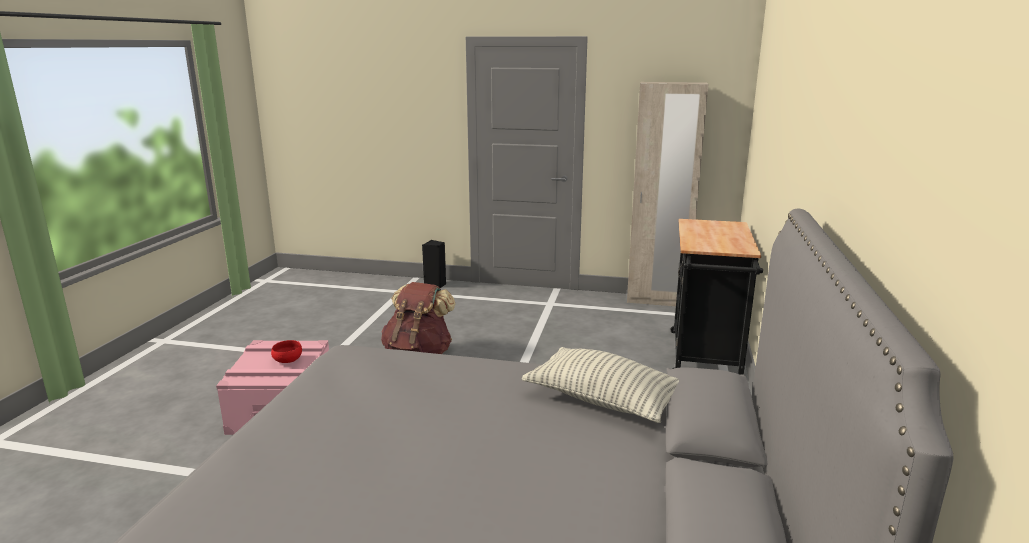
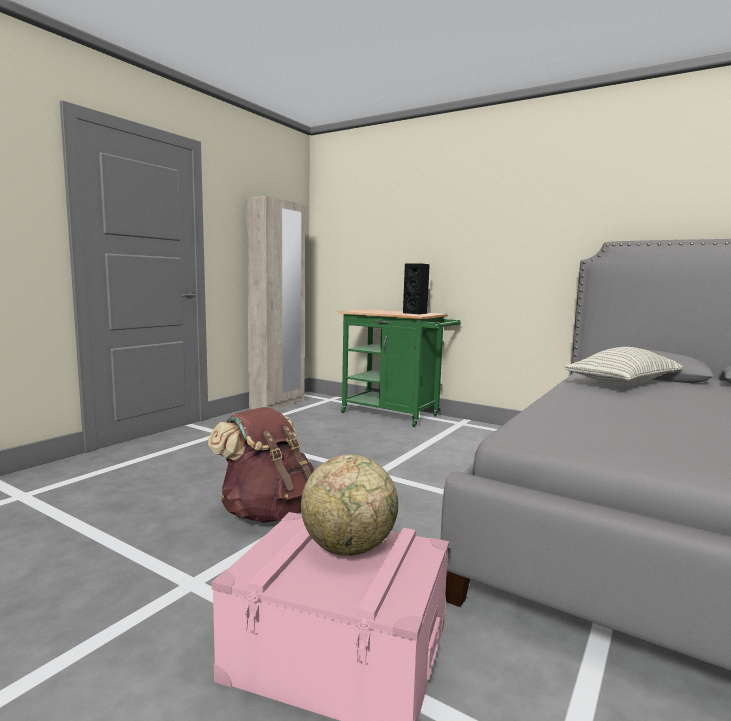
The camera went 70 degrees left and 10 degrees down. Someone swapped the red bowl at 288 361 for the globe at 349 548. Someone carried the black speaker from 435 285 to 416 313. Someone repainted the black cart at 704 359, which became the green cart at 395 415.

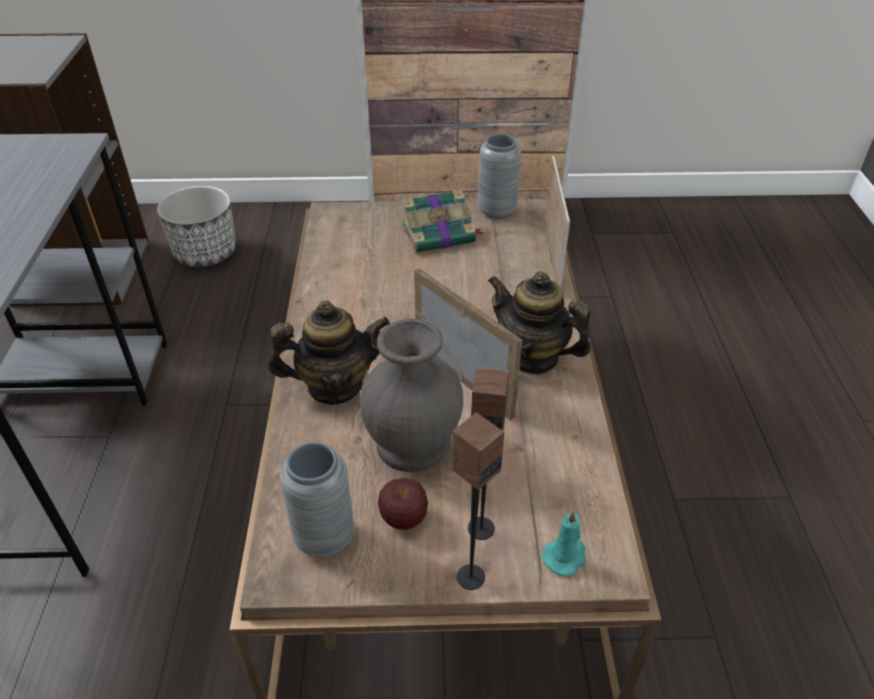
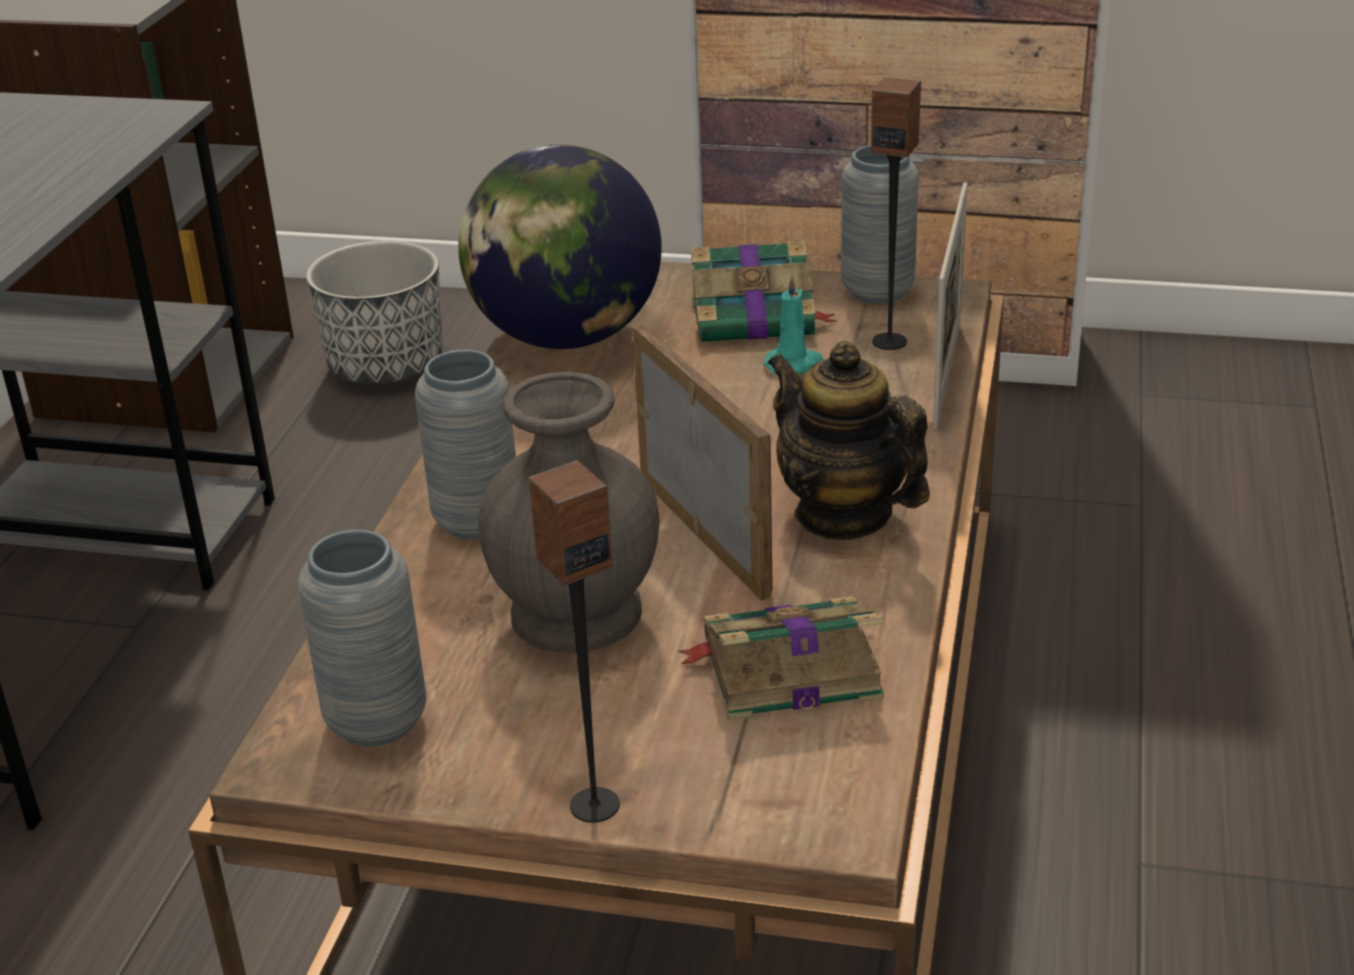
The camera went 15 degrees right and 10 degrees down. Someone swapped the teapot at 334 386 for the grey vase at 477 521. Someone took away the apple at 403 519. Someone carried the speaker from 481 528 to 889 341. Someone carried the turquoise candle from 565 556 to 794 365. Someone put down the globe at 565 337. Someone put down the book at 786 669.

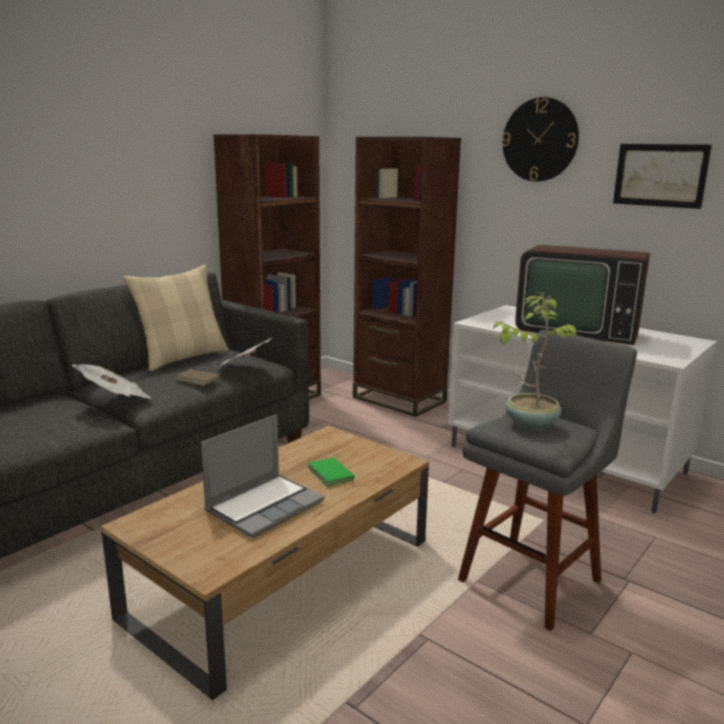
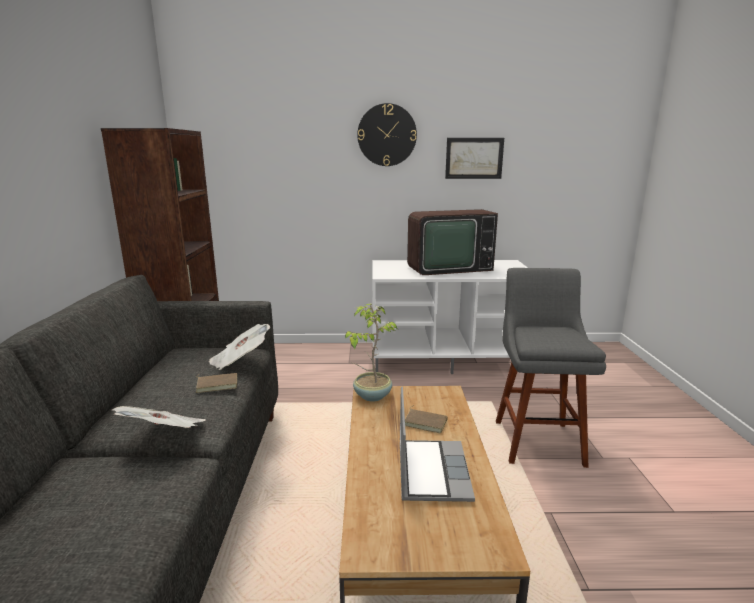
The camera went 40 degrees left and 0 degrees up. Someone took away the beige pillow at 183 358. Someone repainted the green book at 332 474, which became the brown book at 426 422. Someone took away the brown bookcase at 399 399. Someone carried the potted plant from 530 424 to 371 395.

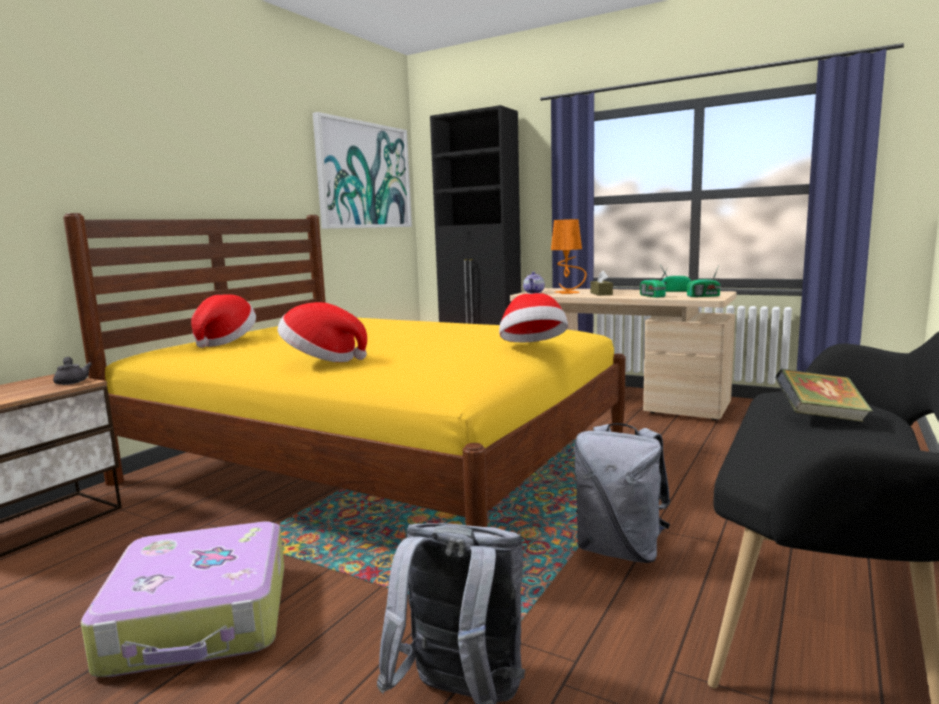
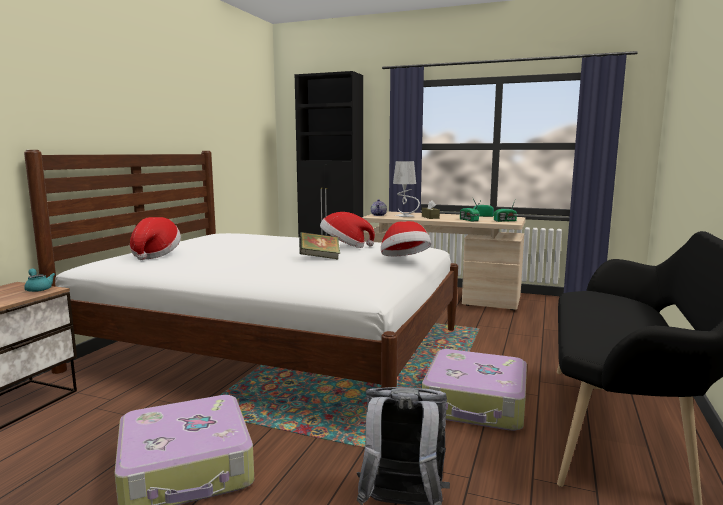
The camera went 10 degrees left and 0 degrees up. Someone repainted the grey teapot at 72 381, which became the turquoise teapot at 38 289. Someone repainted the yellow bed at 376 464, which became the white bed at 274 349. Someone carried the hat from 322 360 to 345 246. Someone took away the picture at 364 176. Someone repainted the orange table lamp at 568 293, which became the grey table lamp at 405 216. Someone swapped the grey backpack at 620 550 for the suitcase at 476 403. Someone carried the book from 820 418 to 319 258.

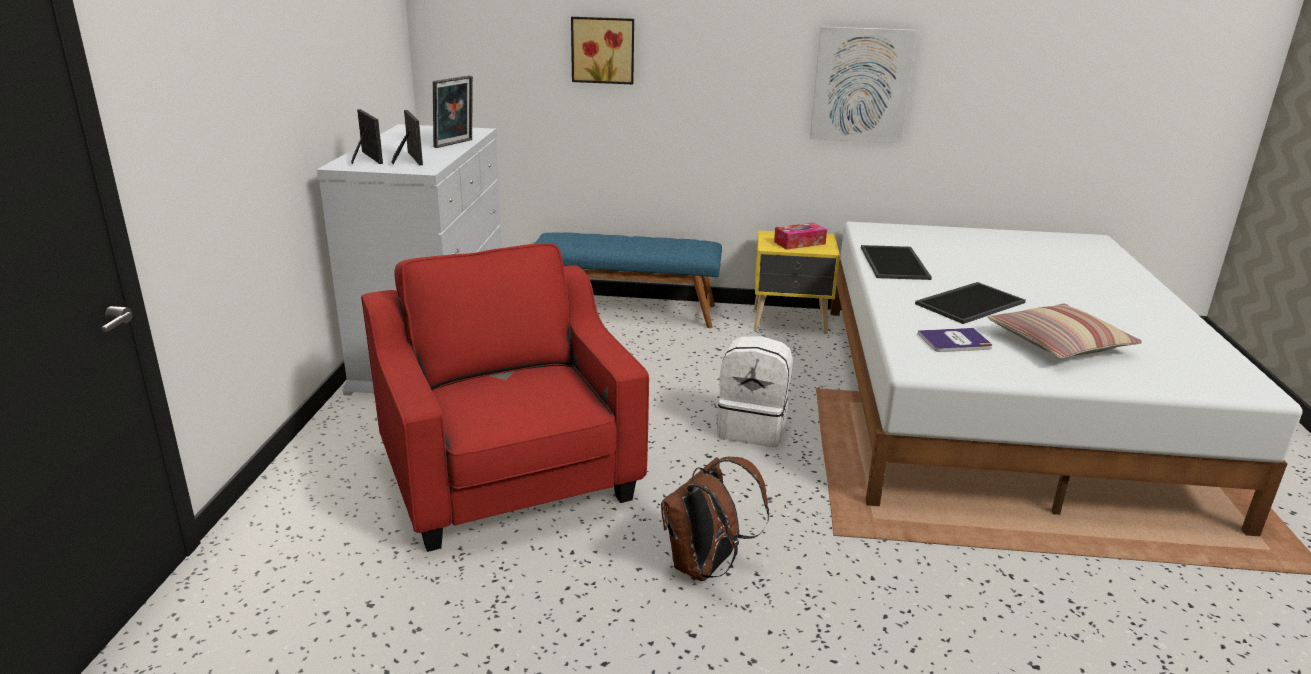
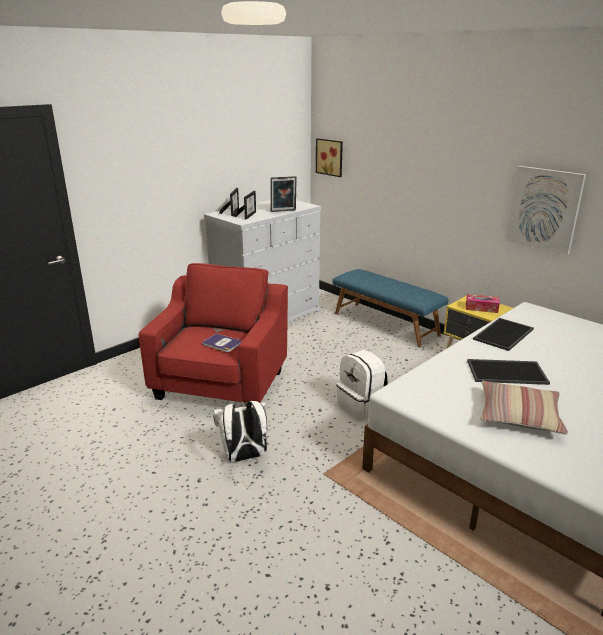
The camera went 40 degrees right and 0 degrees up. Someone carried the picture from 603 50 to 330 157. Someone repainted the brown backpack at 705 567, which became the white backpack at 244 457. Someone carried the book from 954 341 to 222 343.

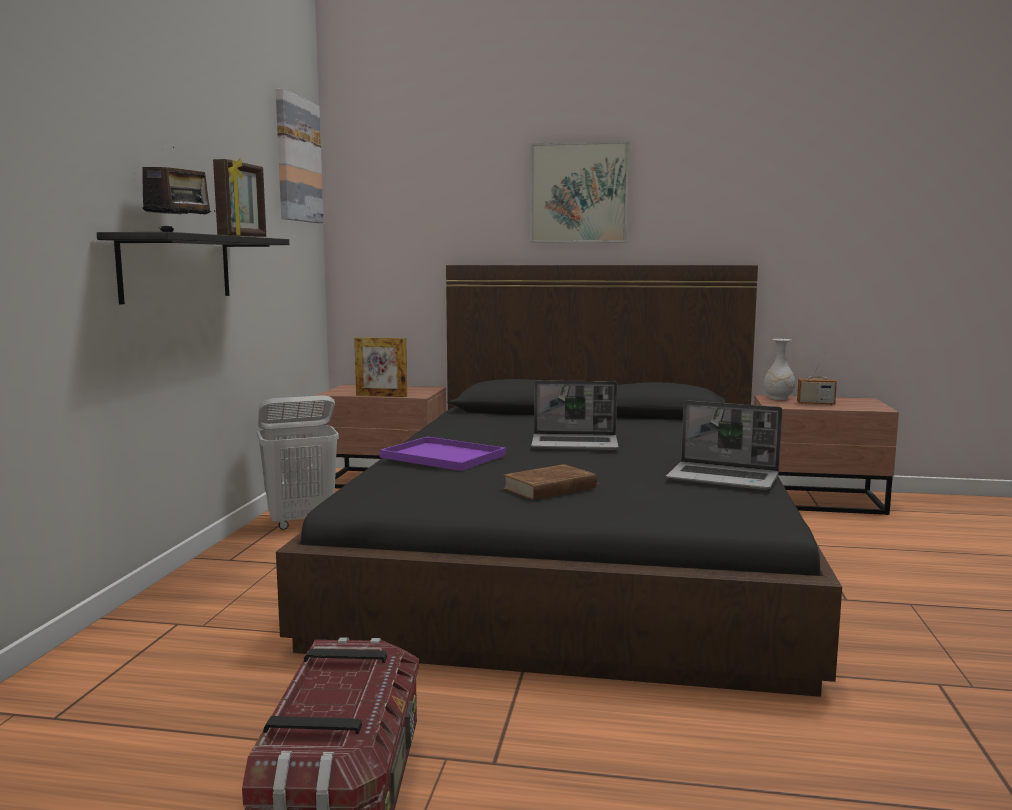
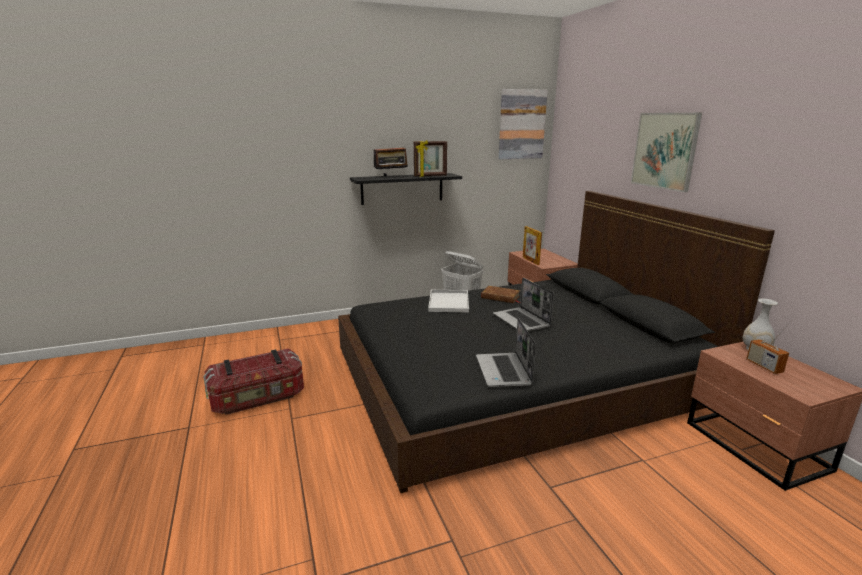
The camera went 60 degrees right and 10 degrees up. Someone repainted the purple tray at 440 456, which became the white tray at 448 301. Someone carried the brown book from 550 488 to 500 297.

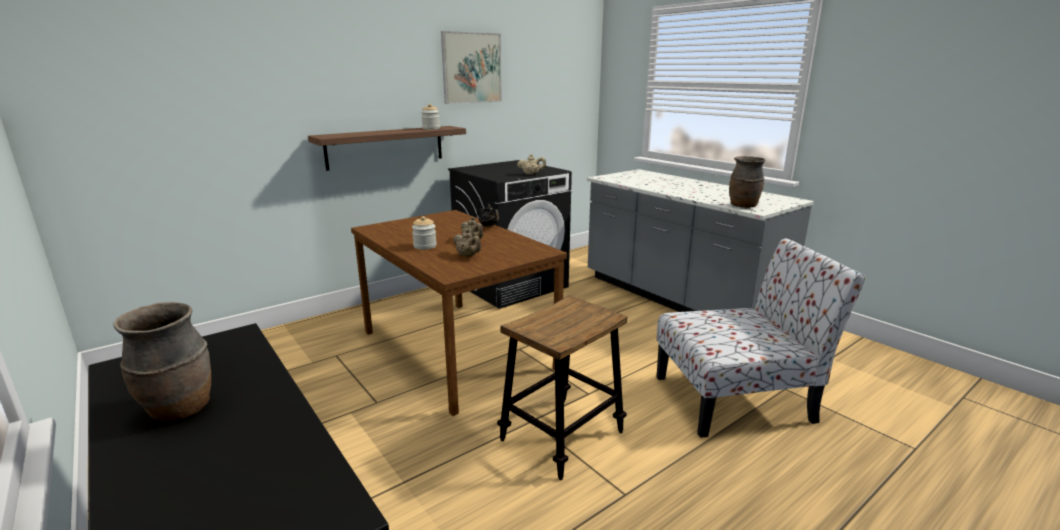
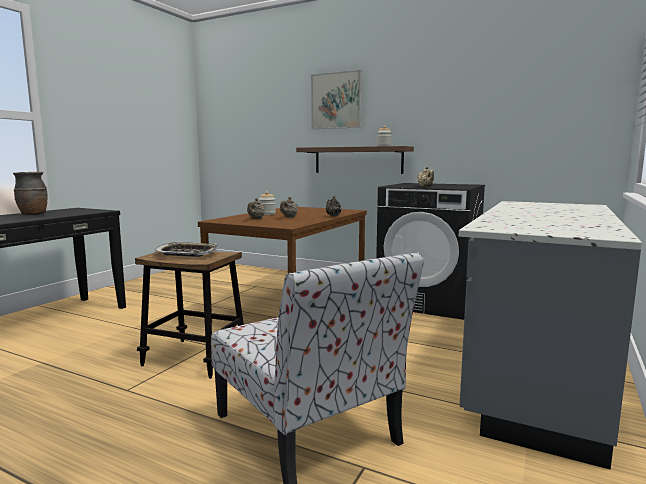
The camera went 65 degrees right and 10 degrees down. Someone carried the picture from 471 68 to 336 100. Someone took away the brown vase at 743 206. Someone put down the tray at 187 253.

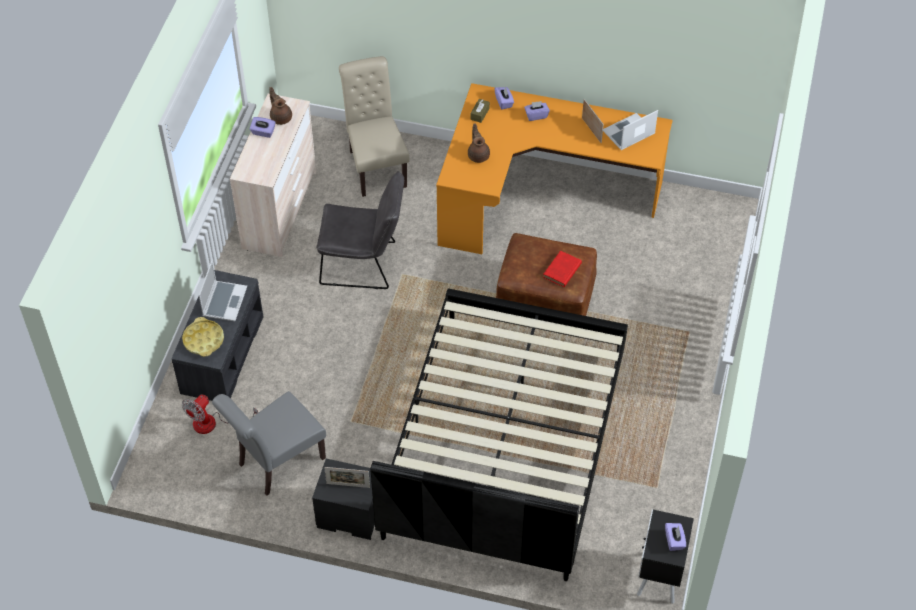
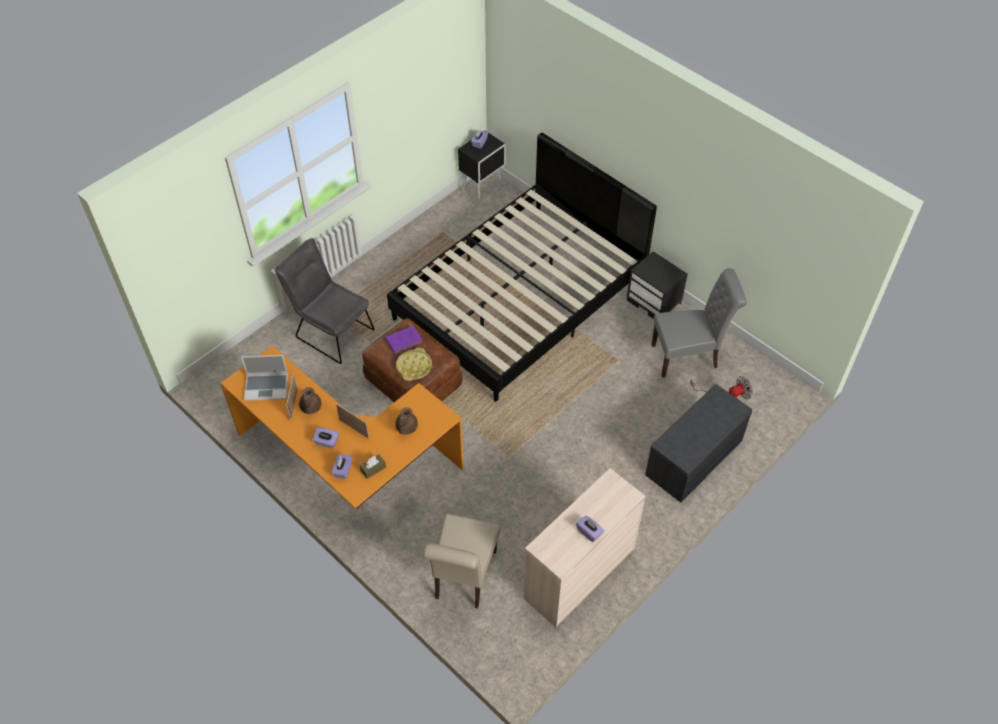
The camera went 150 degrees left and 0 degrees up. Someone carried the yellow tray from 203 340 to 414 367. Someone took away the laptop at 224 301. Someone carried the brown teapot from 281 117 to 310 408. Someone carried the grey chair from 364 264 to 331 331. Someone carried the picture frame from 348 485 to 354 429. Someone repainted the red book at 561 271, which became the purple book at 405 341.

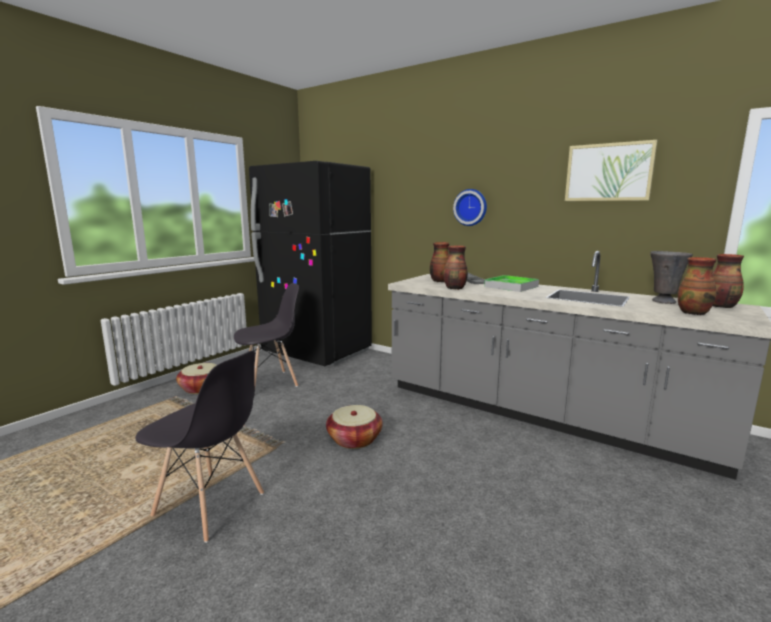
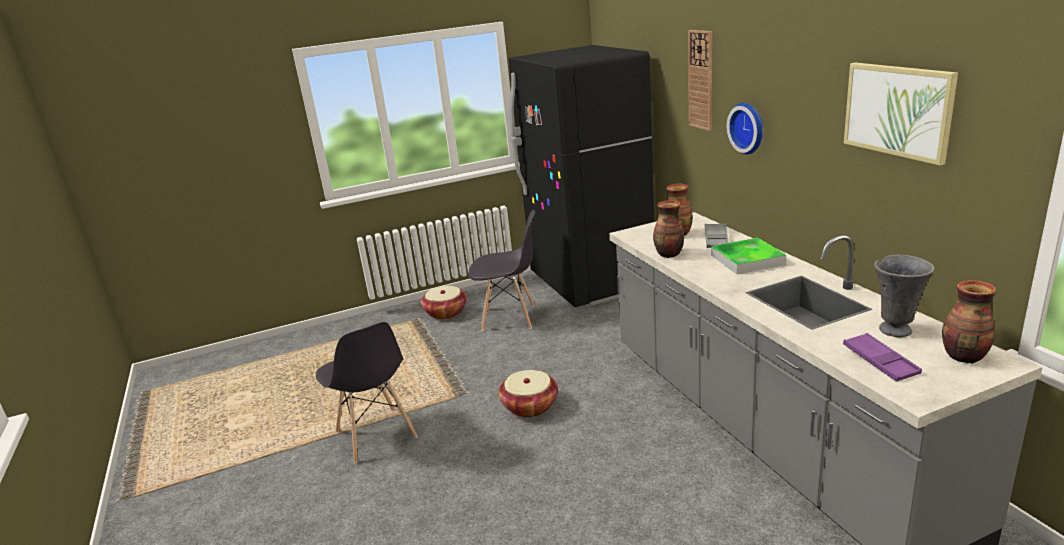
The camera went 35 degrees right and 10 degrees up. Someone swapped the vase at 693 313 for the purple tray at 880 362. Someone put up the wall clock at 701 80.

